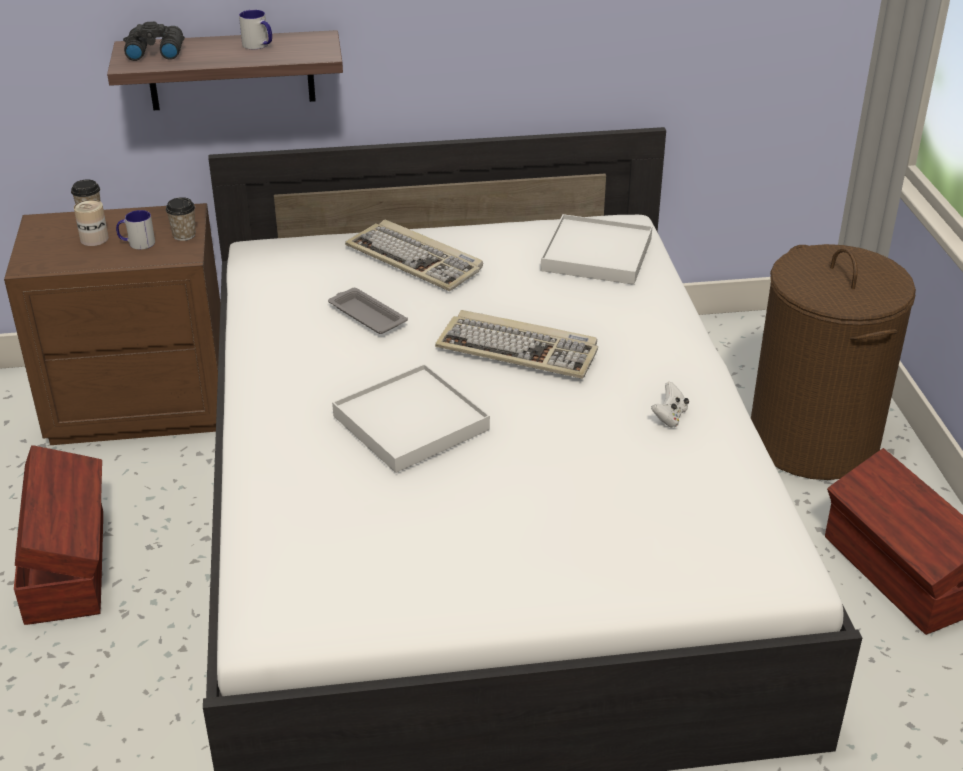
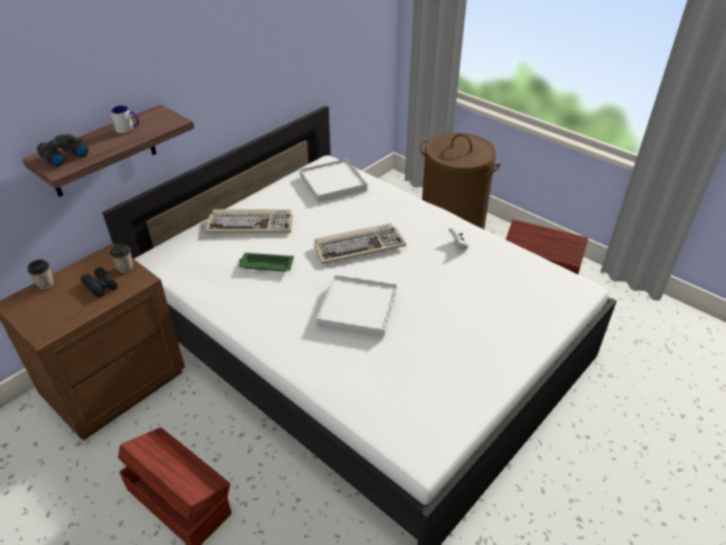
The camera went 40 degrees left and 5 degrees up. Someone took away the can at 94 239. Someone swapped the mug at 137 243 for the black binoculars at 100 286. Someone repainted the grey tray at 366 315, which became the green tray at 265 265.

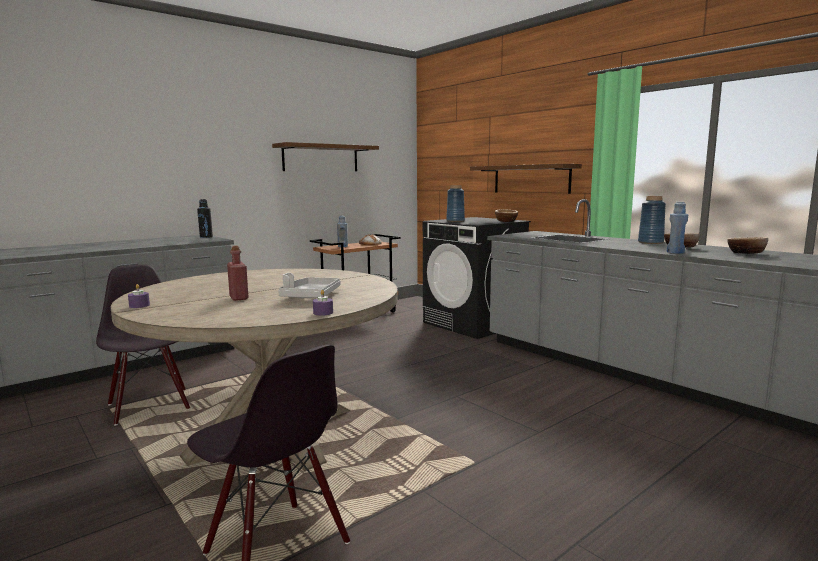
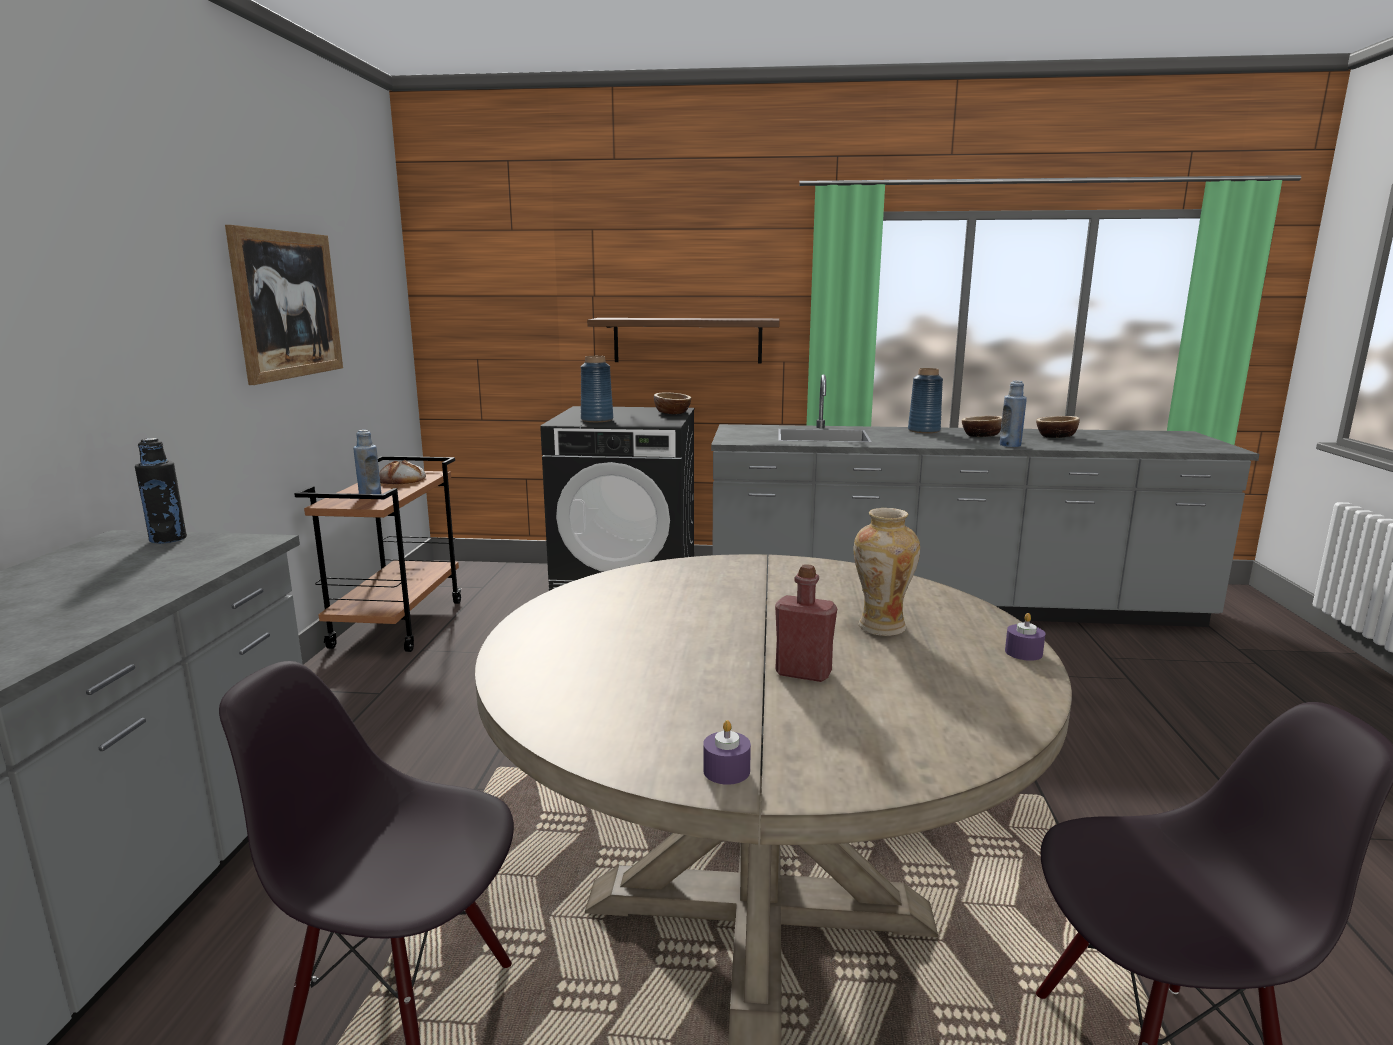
The camera went 45 degrees left and 5 degrees up. Someone swapped the shelf at 321 158 for the picture at 288 305. Someone swapped the grey tray at 311 296 for the vase at 881 627.

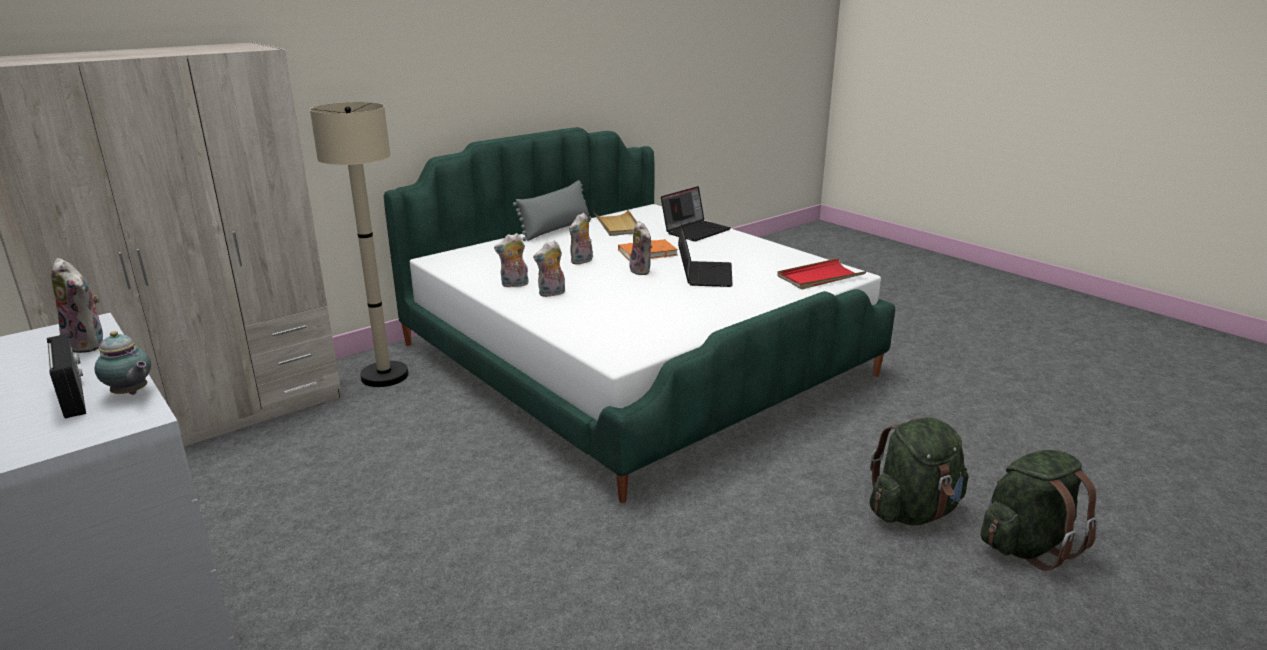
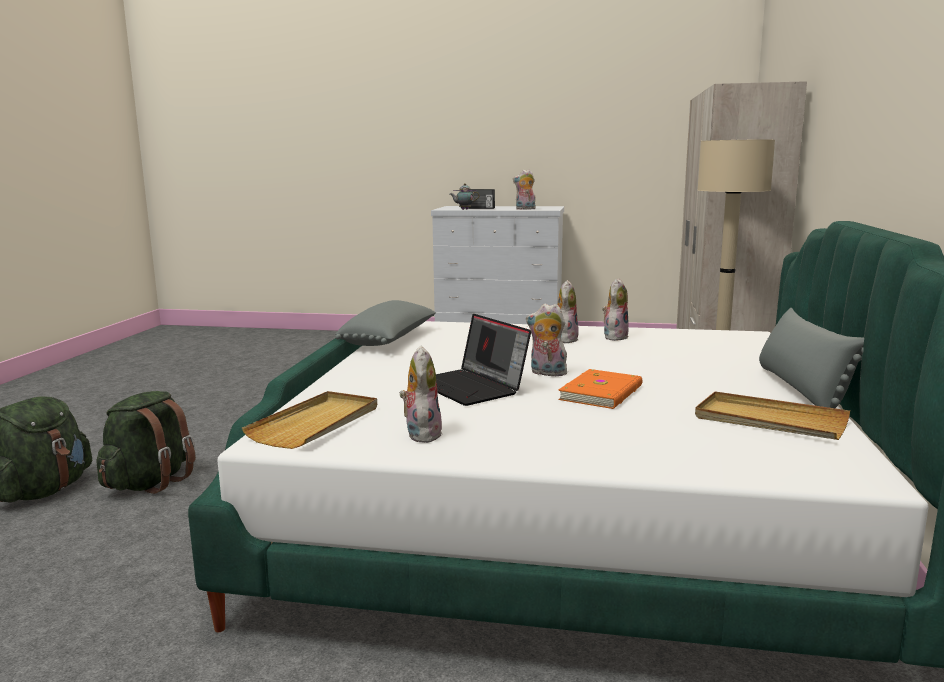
The camera went 140 degrees right and 10 degrees down. Someone carried the plush toy from 582 261 to 421 434. Someone took away the laptop at 695 230. Someone repainted the red tray at 820 277, which became the beige tray at 316 423. Someone put down the grey pillow at 390 340.

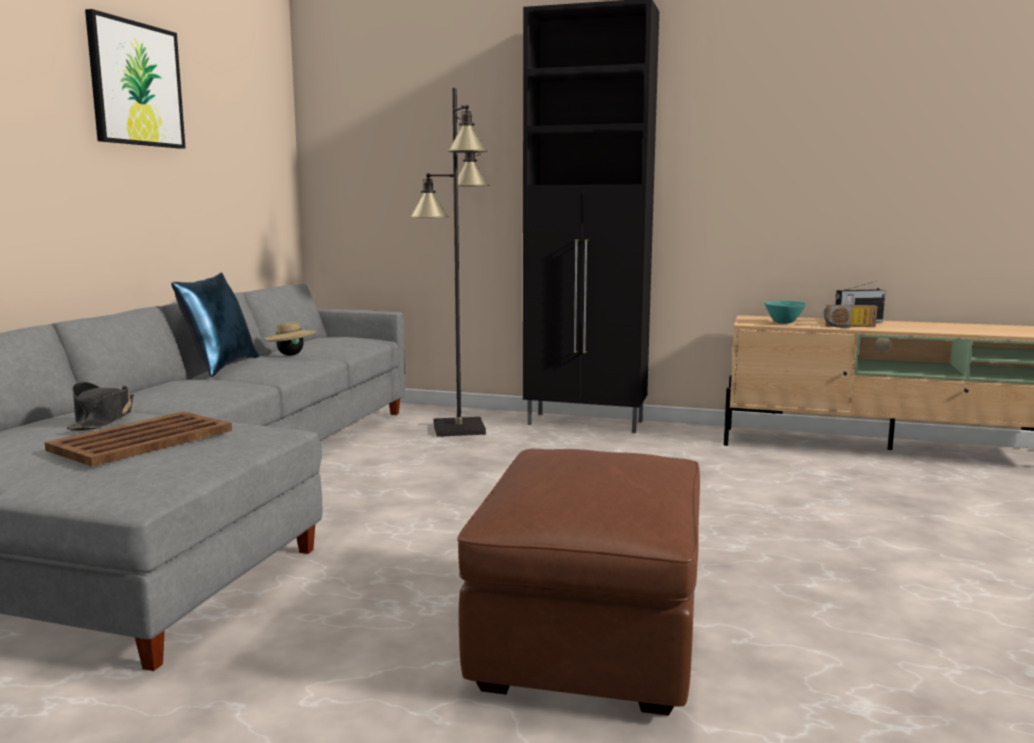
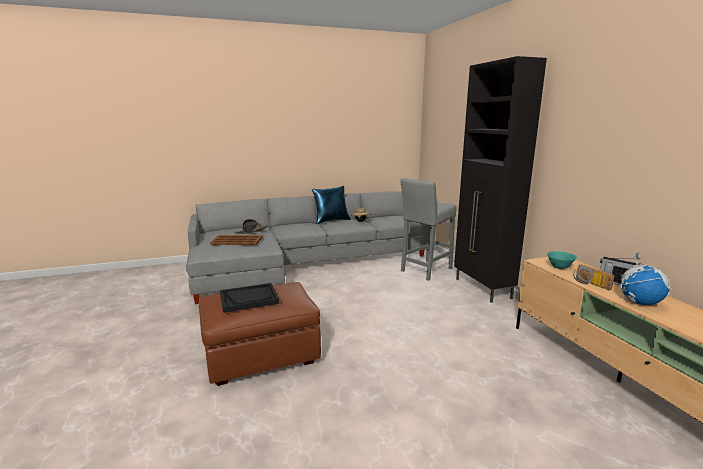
The camera went 55 degrees right and 5 degrees up. Someone took away the picture at 136 84. Someone swapped the black floor lamp at 458 429 for the grey stool at 425 270. Someone put down the black tray at 249 299. Someone put down the globe at 639 302.

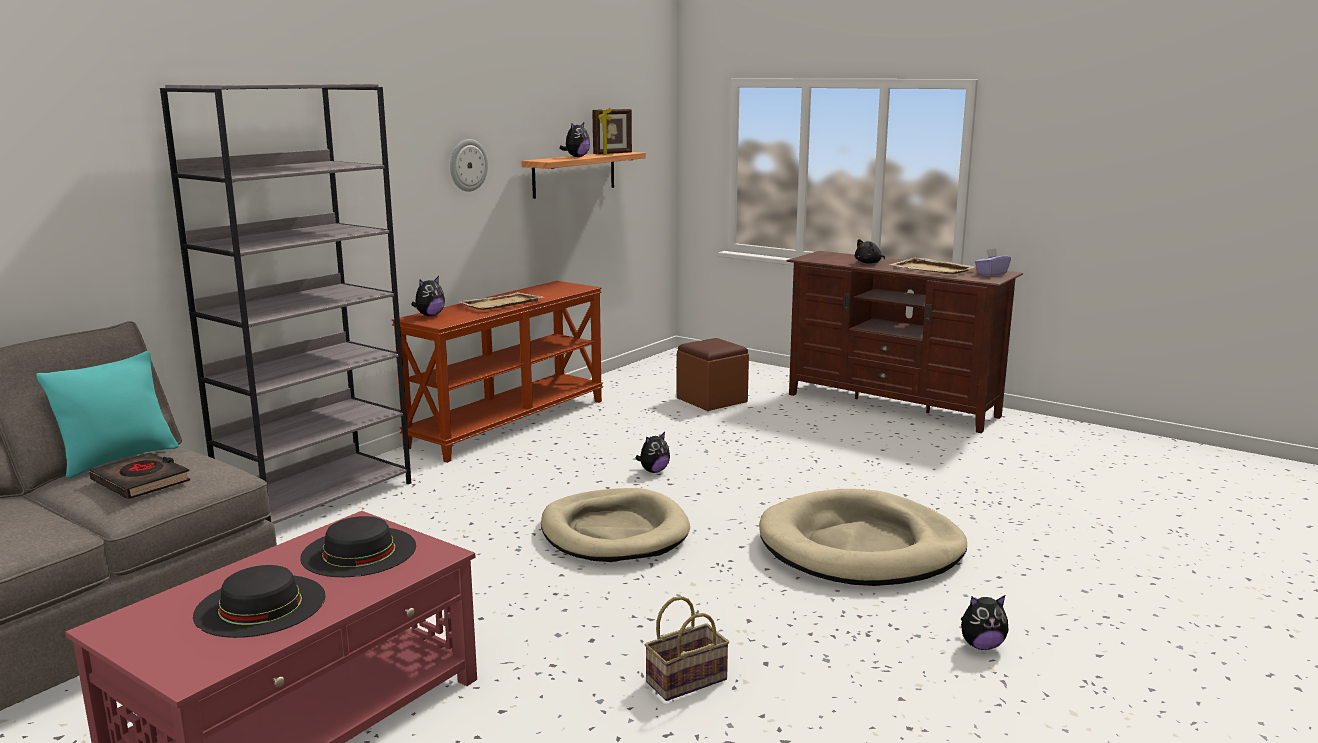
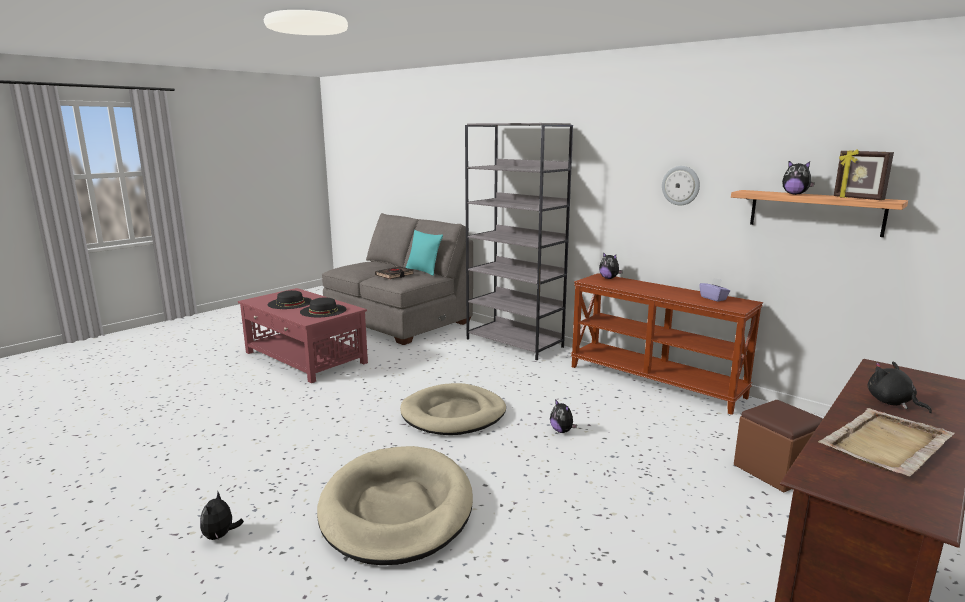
The camera went 95 degrees right and 0 degrees up. Someone took away the beige tray at 500 304. Someone took away the basket at 687 679. Someone carried the purple tissue box from 991 274 to 713 298.

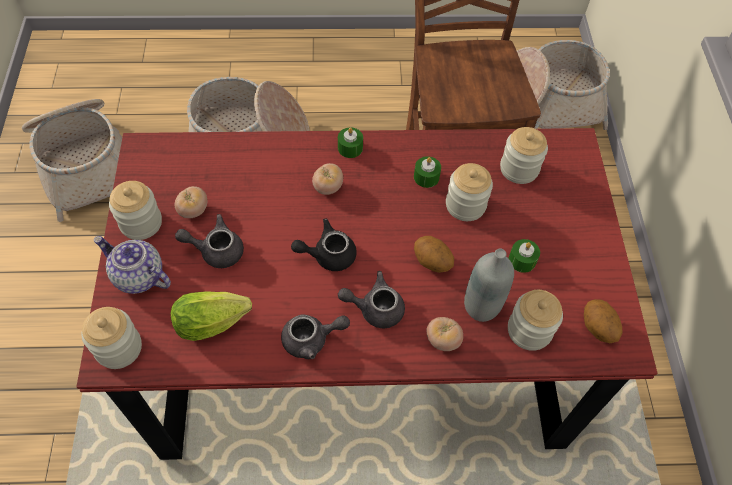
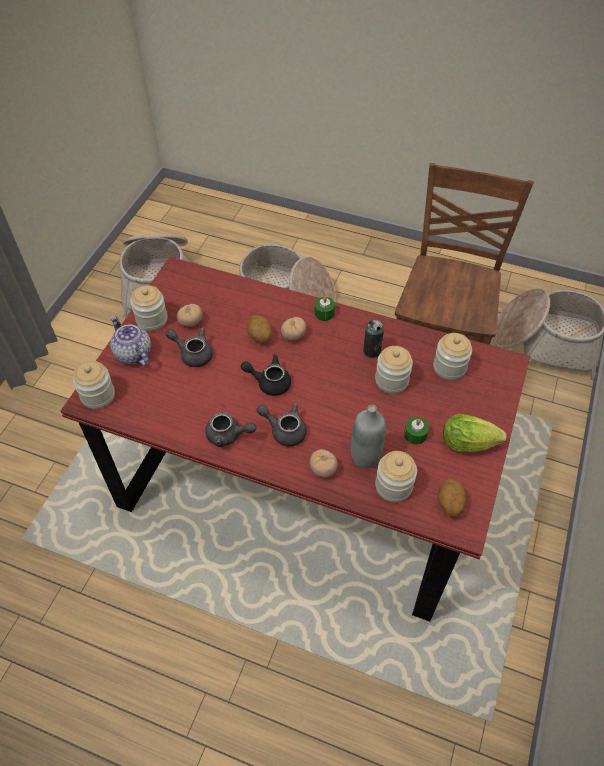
The camera went 25 degrees right and 5 degrees down. Someone carried the lettuce from 216 322 to 471 443. Someone swapped the green candle at 426 177 for the can at 371 351. Someone carried the potato from 431 262 to 259 337.

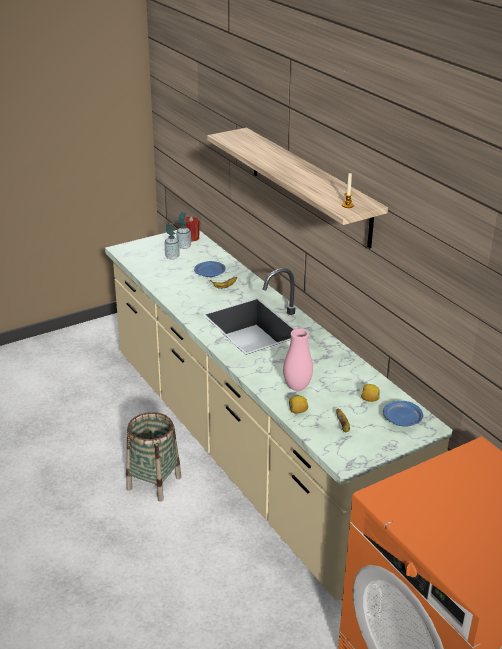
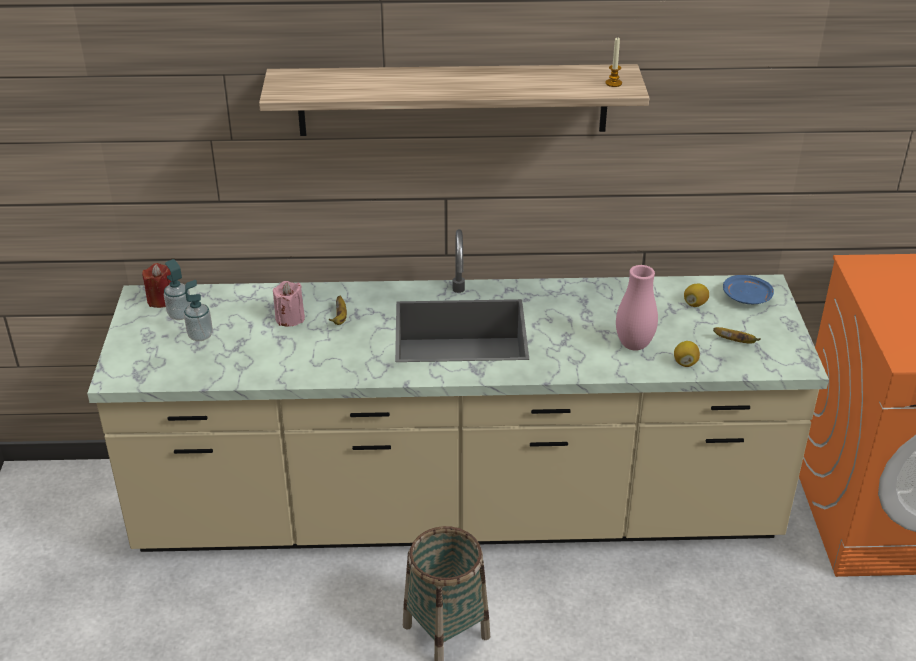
The camera went 60 degrees left and 5 degrees up. Someone swapped the blue plate at 210 274 for the pink candle at 290 318.

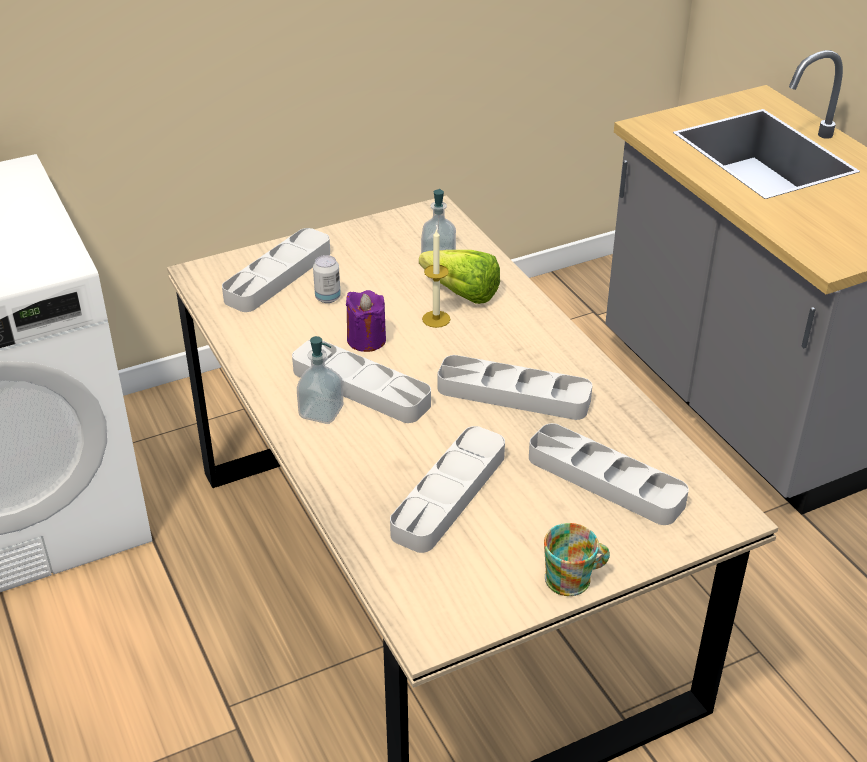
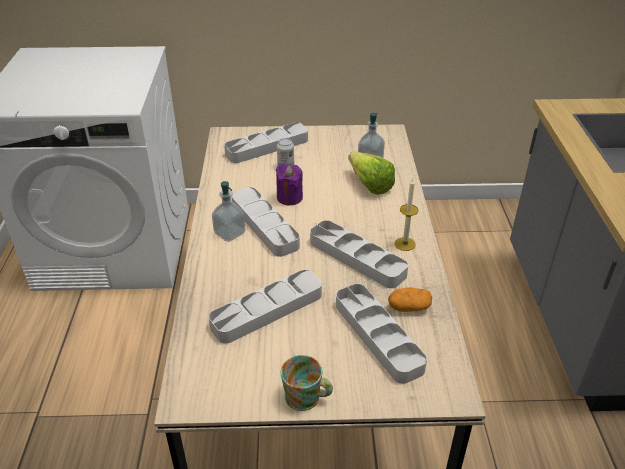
The camera went 25 degrees right and 0 degrees up. Someone carried the candle from 436 319 to 405 244. Someone put down the potato at 409 307.

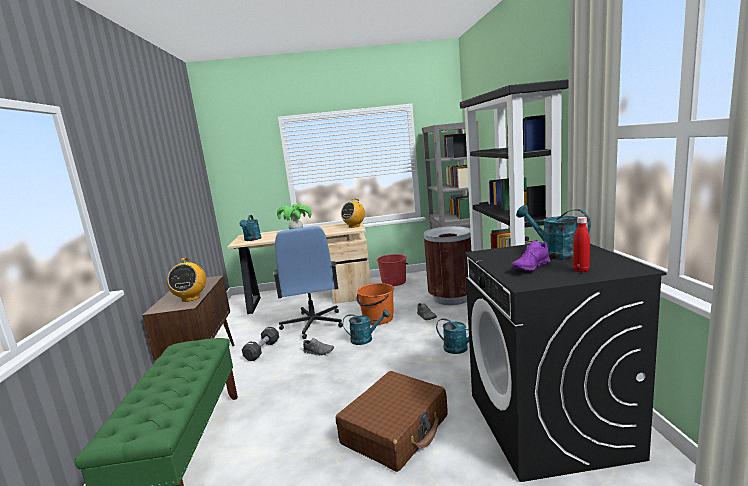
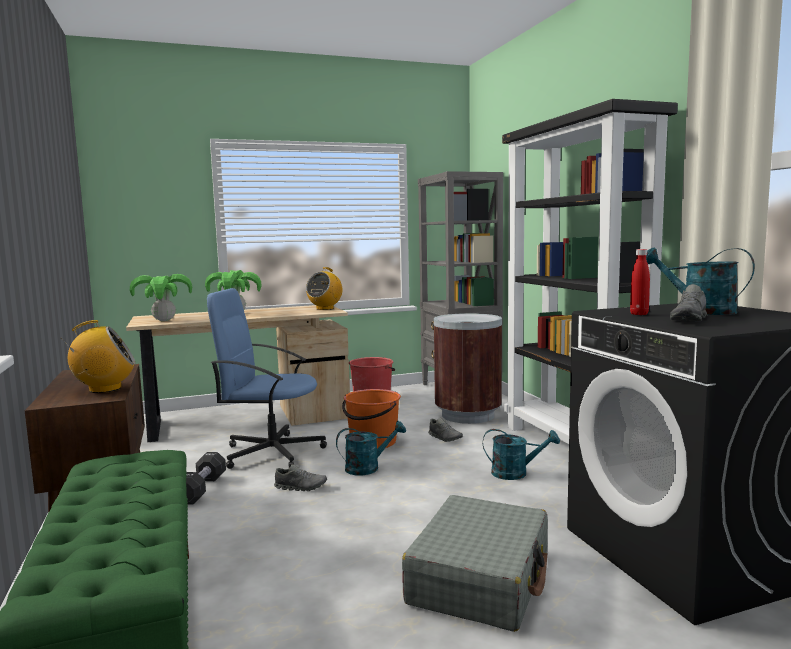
The camera went 15 degrees left and 5 degrees down. Someone rotated the radio at 190 298 by 90 degrees counterclockwise. Someone swapped the turquoise watering can at 252 239 for the potted plant at 164 320. Someone rotated the blue office chair at 313 324 by 120 degrees clockwise. Someone repainted the brown suitcase at 395 430, which became the grey suitcase at 480 578. Someone repainted the purple shoe at 530 267, which became the grey shoe at 690 320. Someone carried the red bottle from 581 270 to 639 314.

